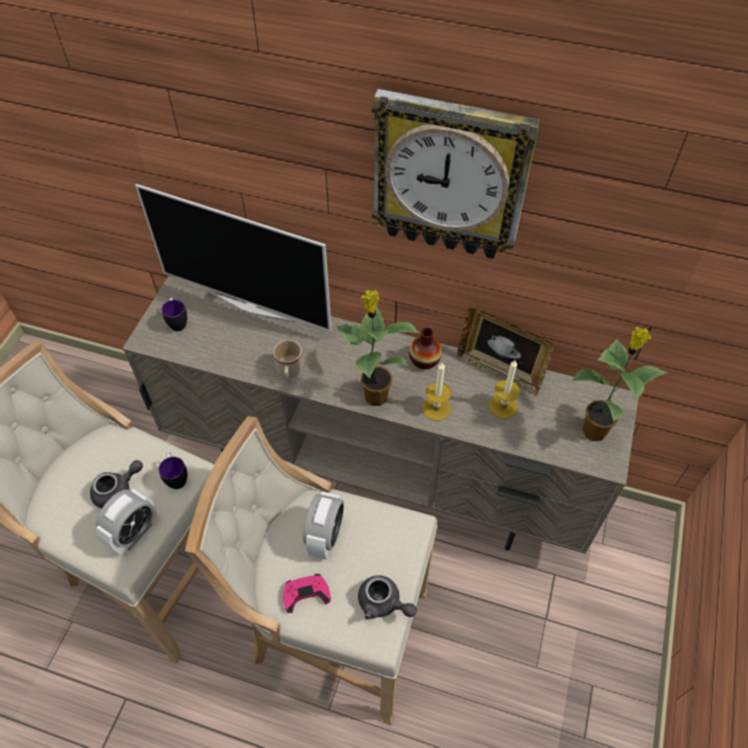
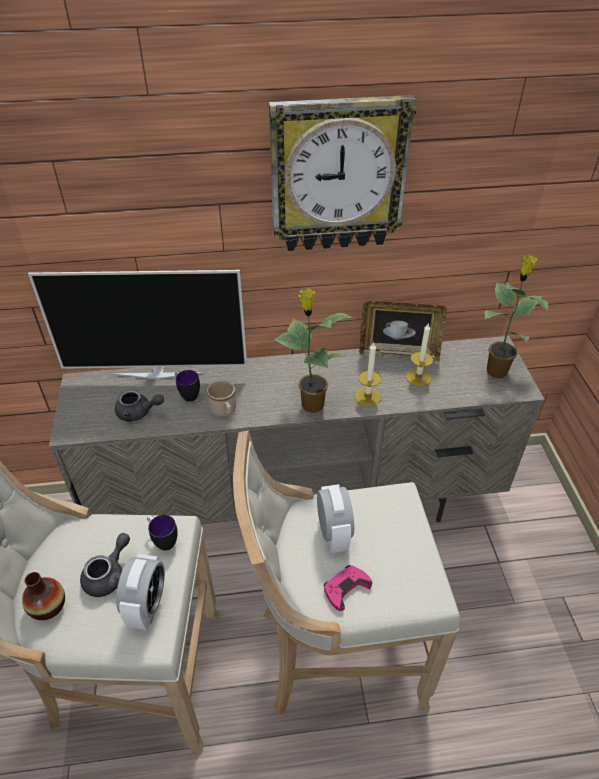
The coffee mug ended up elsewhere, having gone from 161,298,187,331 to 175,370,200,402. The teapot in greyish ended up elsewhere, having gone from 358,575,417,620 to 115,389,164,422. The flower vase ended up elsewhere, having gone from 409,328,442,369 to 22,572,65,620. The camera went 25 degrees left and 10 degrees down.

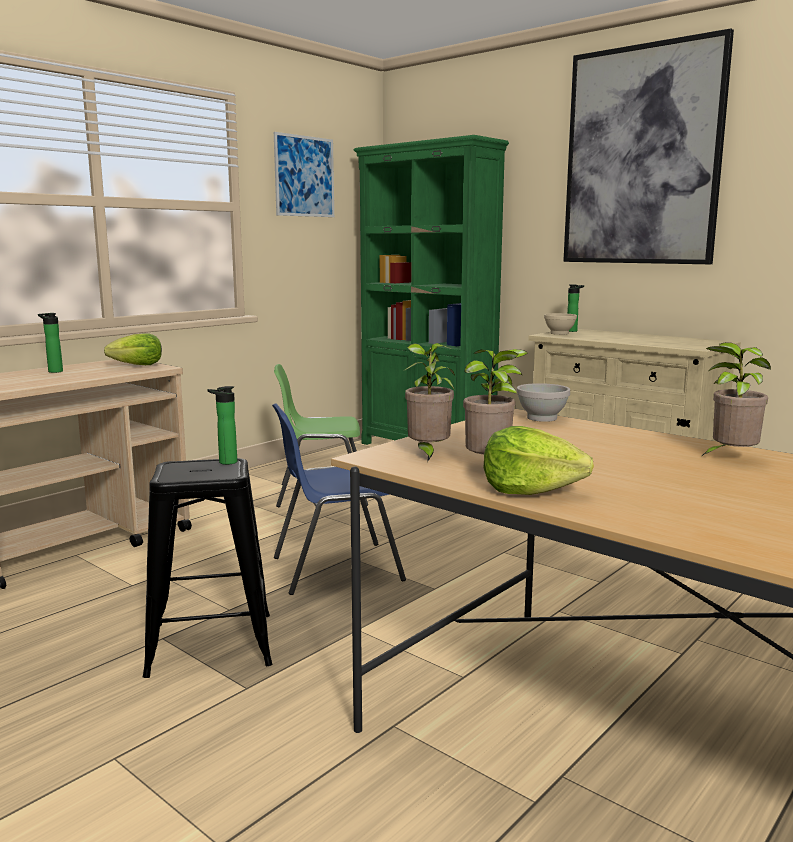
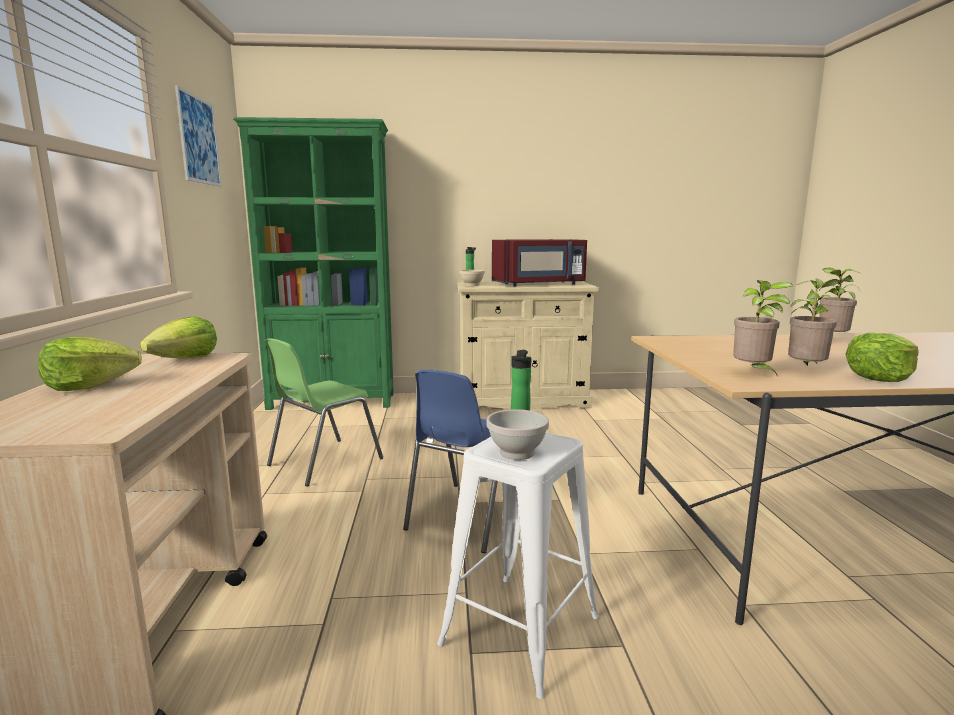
The second view lost the wall picture at 563,28,734,264. The second view gained the microwave in reddish at 492,239,587,286. The deep dish in whitish ended up elsewhere, having gone from 517,383,570,422 to 487,409,549,460. Where the drink bottle stood at 38,313,63,373, the head of lettuce came to stand at 38,337,142,391. What was the sitting stool in black-coloured at 143,458,272,678 turned into the sitting stool in whitish at 437,433,599,699. The camera went 45 degrees left and 0 degrees up.

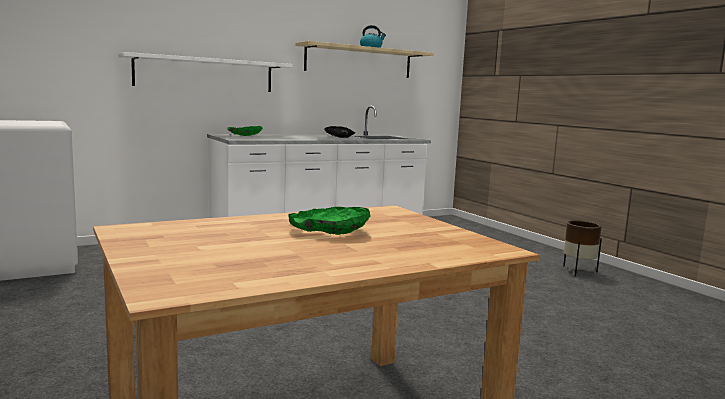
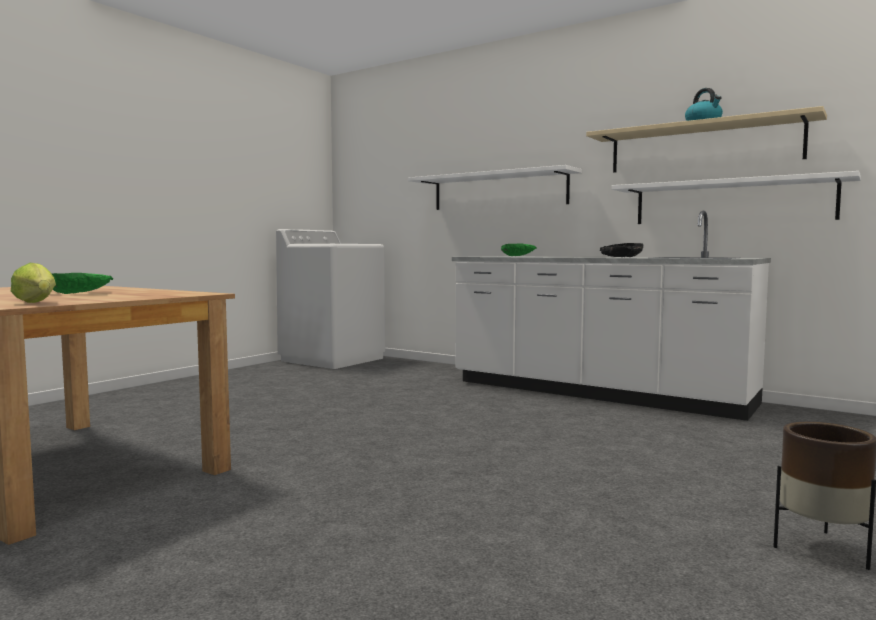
The second view gained the head of lettuce at 11,263,56,303. The second view gained the bracket shelf in whitish at 612,171,861,224. The camera went 65 degrees right and 5 degrees down.

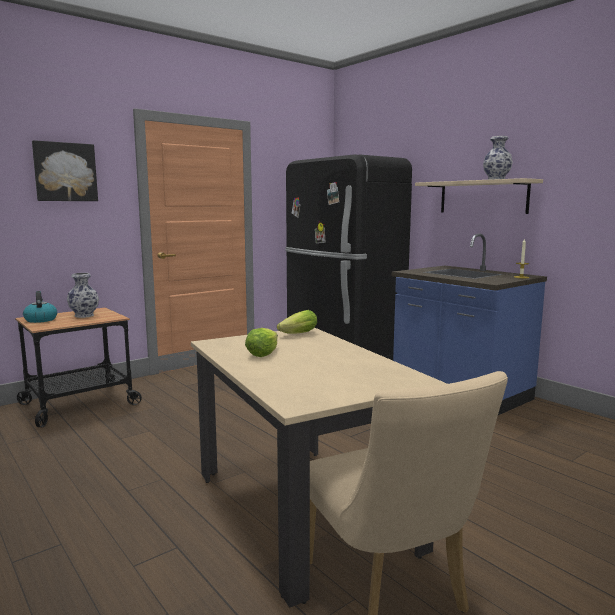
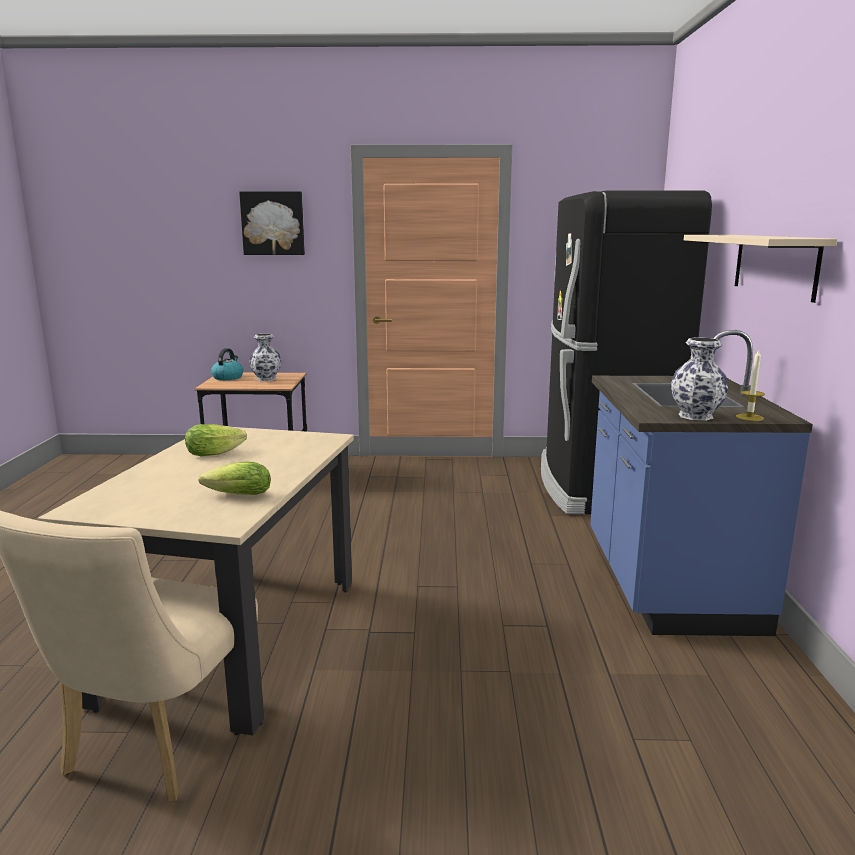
The head of lettuce ended up elsewhere, having gone from 277,310,317,334 to 198,462,271,495. The flower vase ended up elsewhere, having gone from 483,136,513,180 to 671,337,728,421. The camera went 40 degrees right and 5 degrees up.

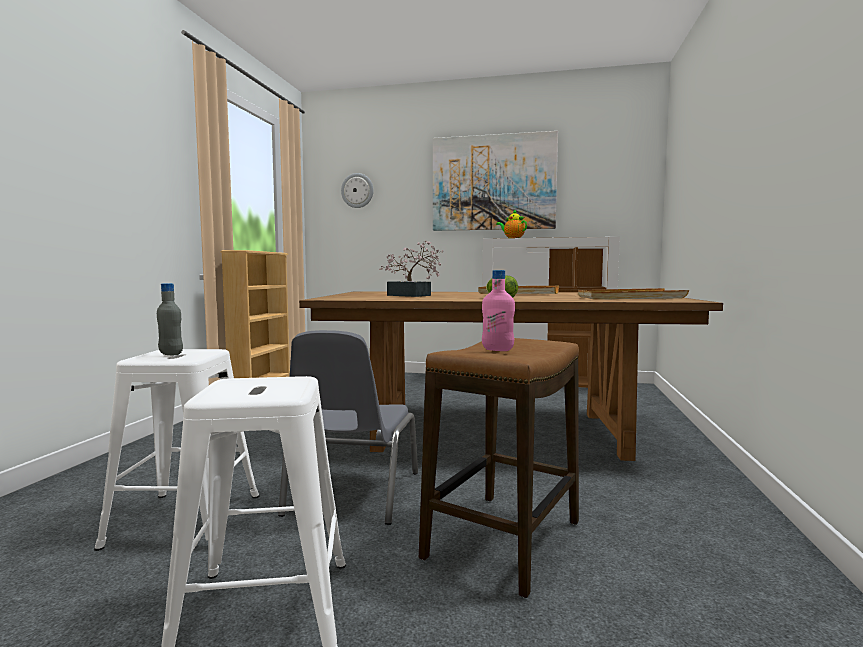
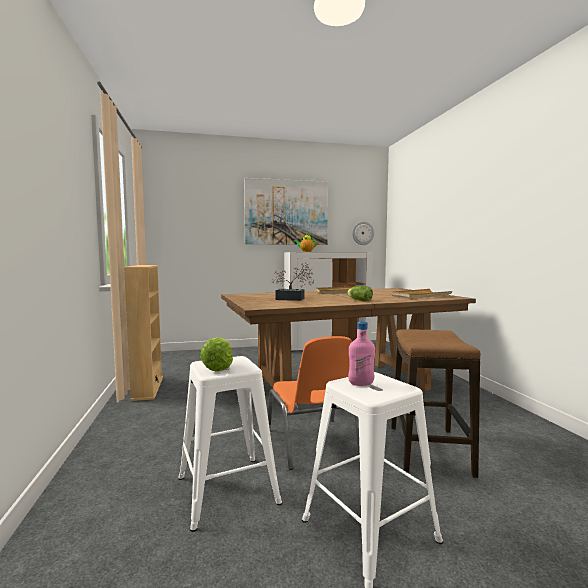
The wall clock ended up elsewhere, having gone from 341,173,373,208 to 352,221,374,245. The drink bottle in pink ended up elsewhere, having gone from 482,270,515,351 to 348,321,375,386. Where the drink bottle in greyish stood at 157,283,183,355, the head of lettuce came to stand at 200,337,233,372. What was the plain chair in greyish at 278,330,418,525 turned into the plain chair in orangey at 268,336,360,470. The camera went 25 degrees left and 0 degrees up.

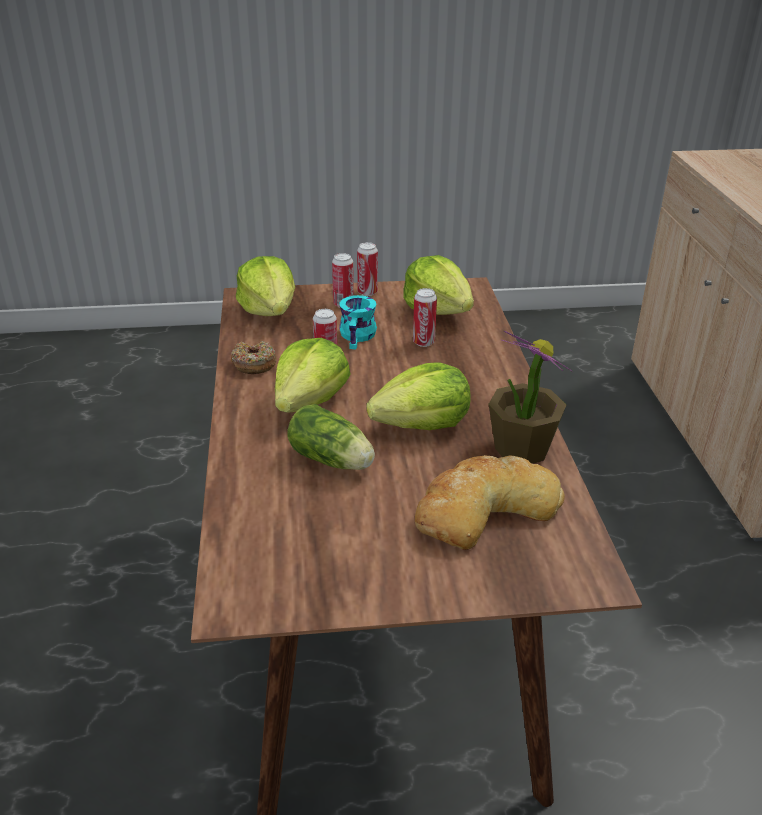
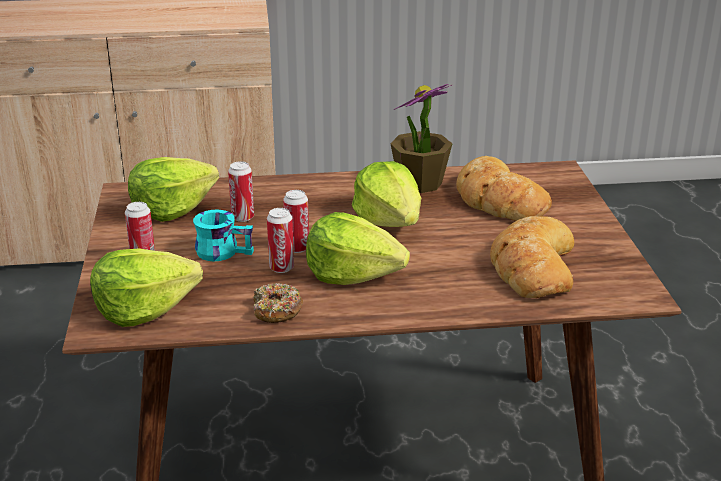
The second view lost the head of lettuce at 287,404,375,470. The second view gained the bakery bread at 490,216,574,298. The can ended up elsewhere, having gone from 357,242,378,296 to 283,190,309,253. The camera went 90 degrees left and 5 degrees down.

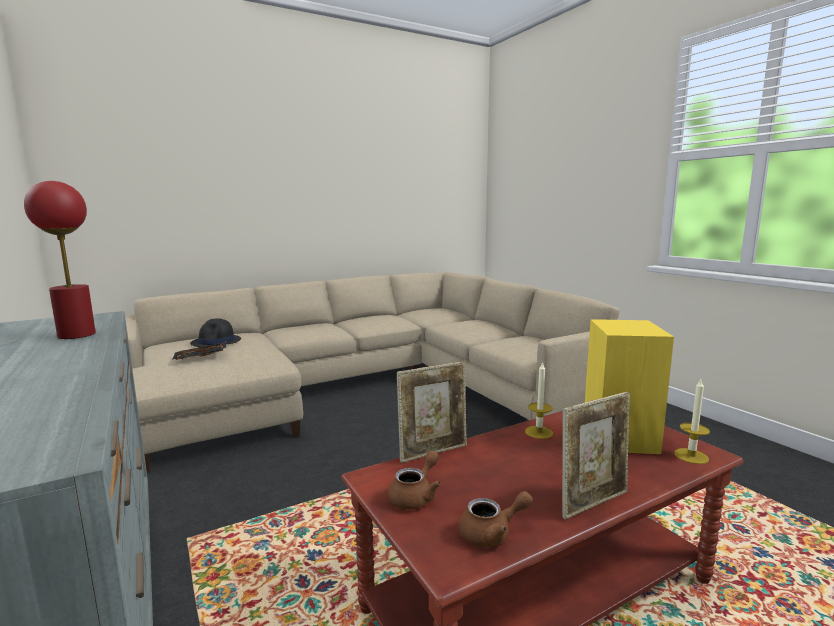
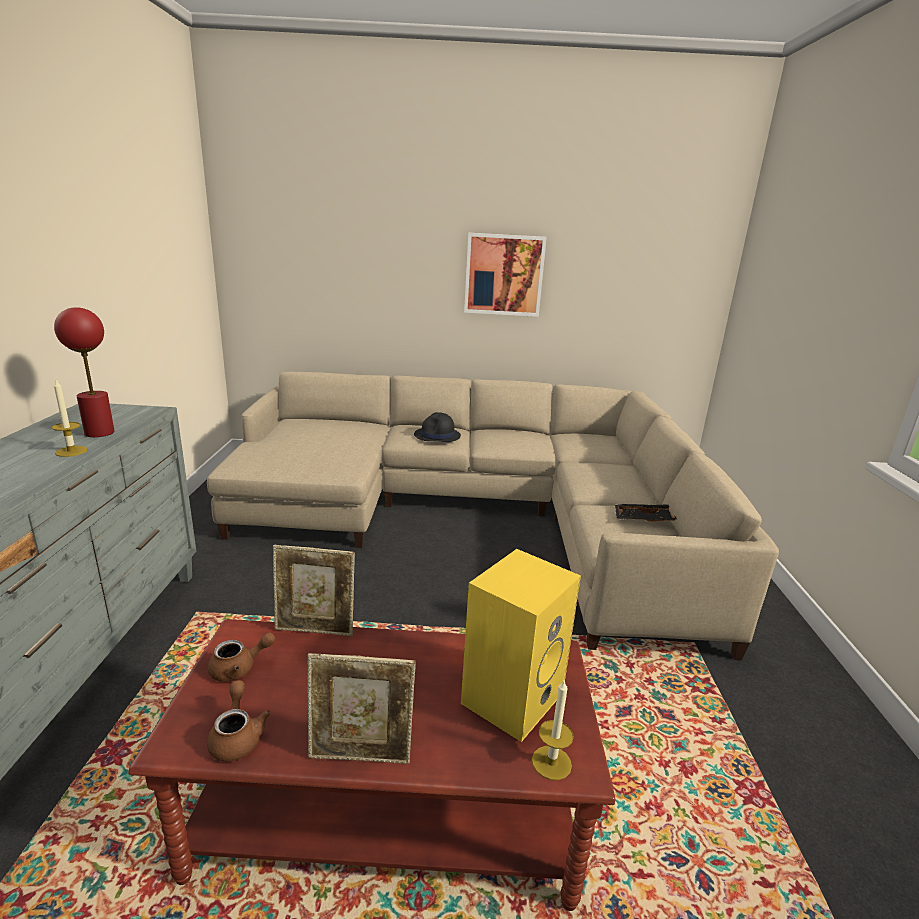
The second view gained the wall picture at 464,232,547,317. The serving tray in black-coloured ended up elsewhere, having gone from 173,341,226,360 to 615,504,678,522. The hat in black-coloured ended up elsewhere, having gone from 190,319,241,347 to 414,412,461,442. The wax light ended up elsewhere, having gone from 525,361,553,439 to 52,380,88,457. The teapot in brown-coloured at 459,491,533,547 ended up facing another way, 120 degrees counterclockwise from before. The camera went 30 degrees right and 10 degrees up.

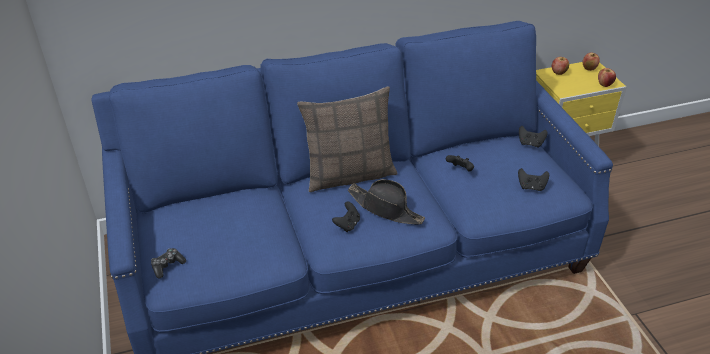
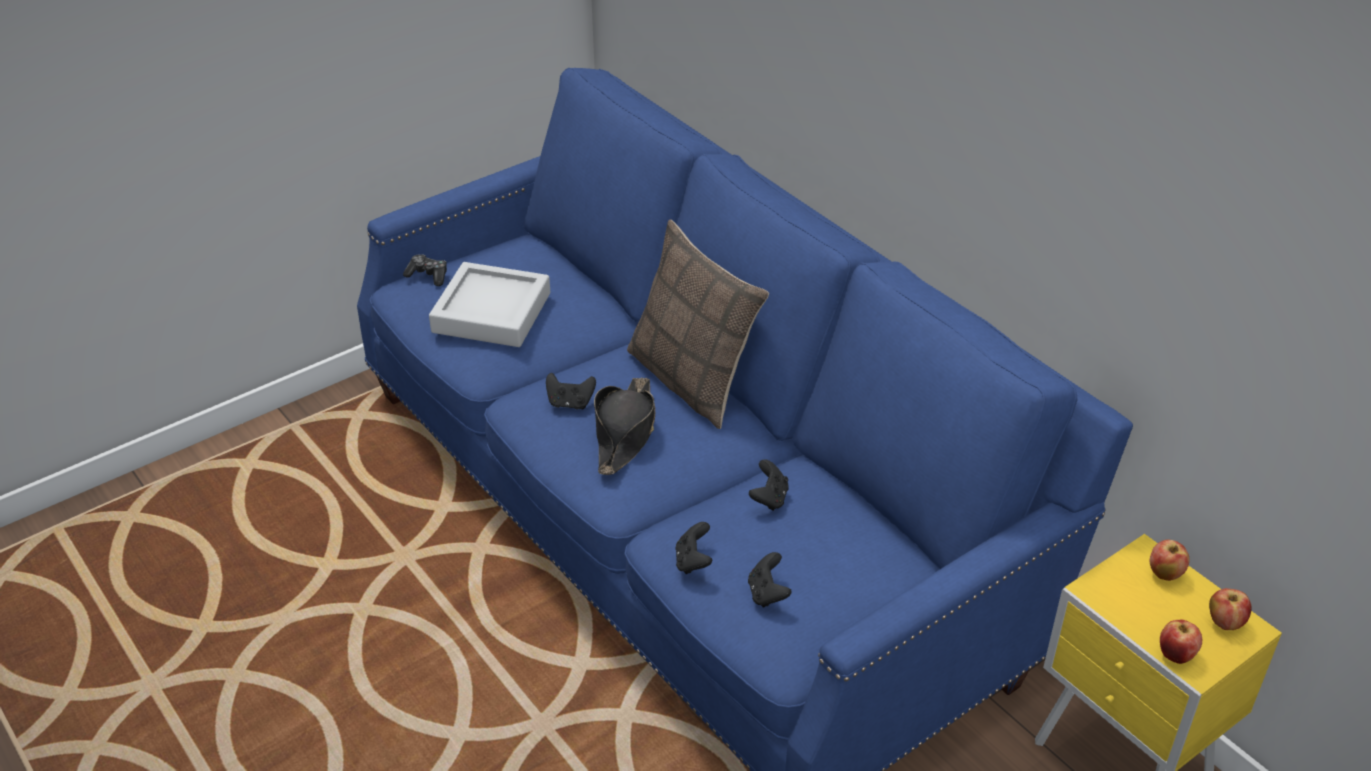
The second view gained the serving tray in greyish at 429,262,550,347. The game controller in black-coloured ended up elsewhere, having gone from 519,126,548,148 to 675,522,712,574. The camera went 70 degrees right and 0 degrees up.

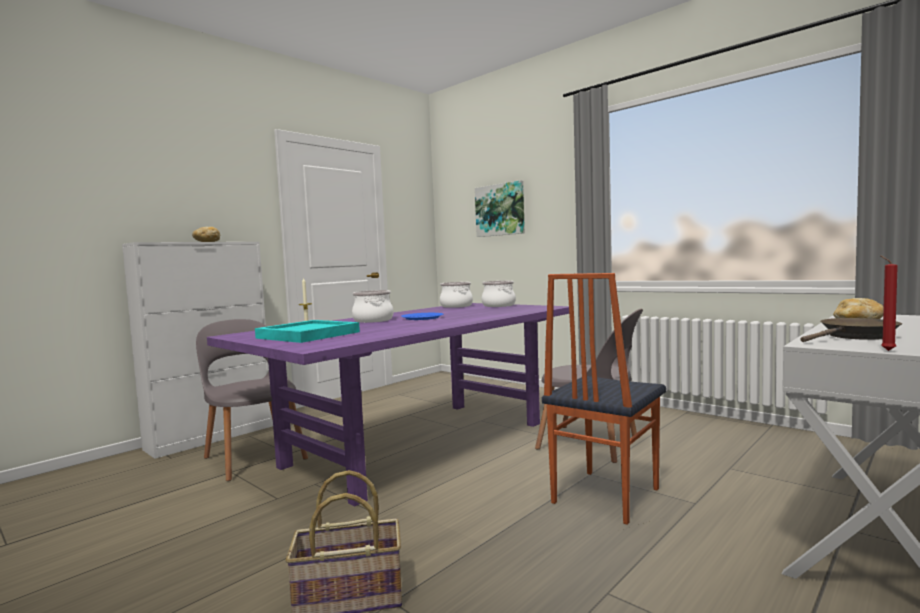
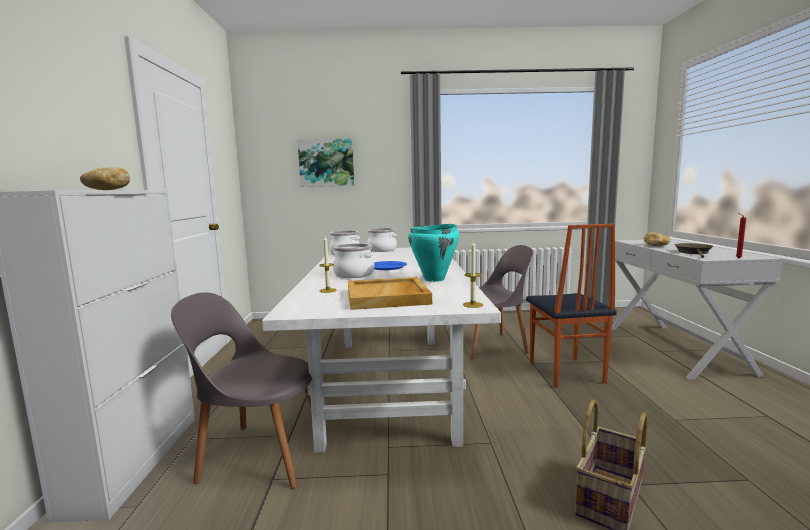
The second view gained the cooking pot in turquoise at 408,224,459,282. The second view gained the wax light at 463,241,483,308. What was the kitchen table in purple at 207,303,569,507 turned into the kitchen table in whitish at 262,248,501,453. What was the serving tray in turquoise at 255,320,360,343 turned into the serving tray in beige at 348,277,432,310. The camera went 45 degrees left and 5 degrees up.

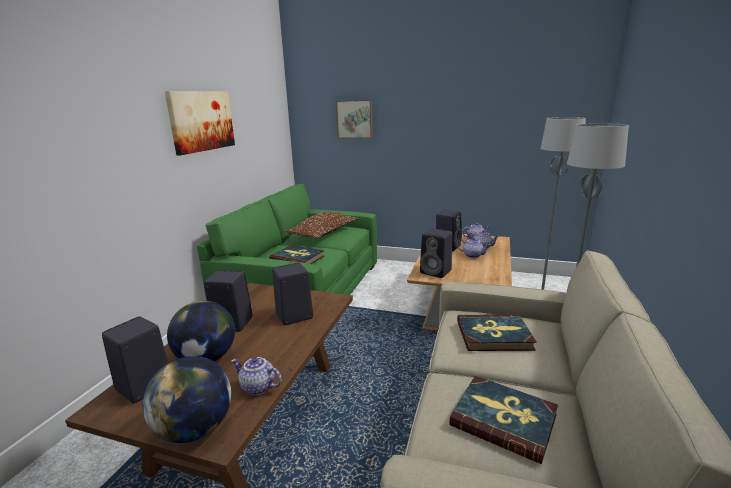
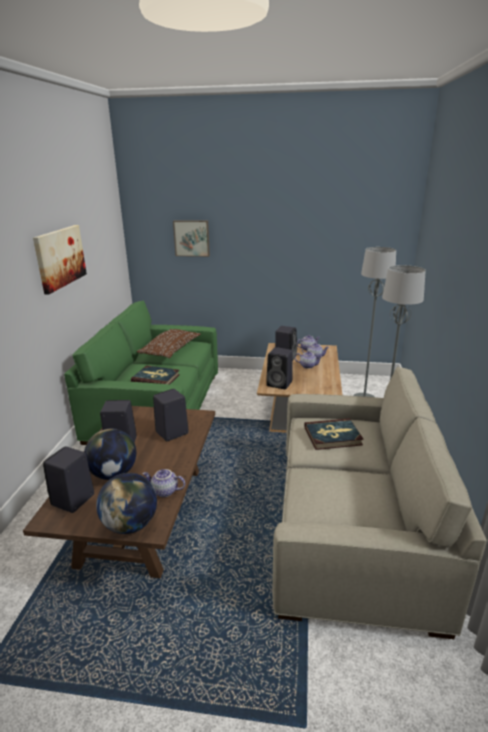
The second view lost the volume at 449,376,558,464. The camera went 10 degrees left and 5 degrees up.

